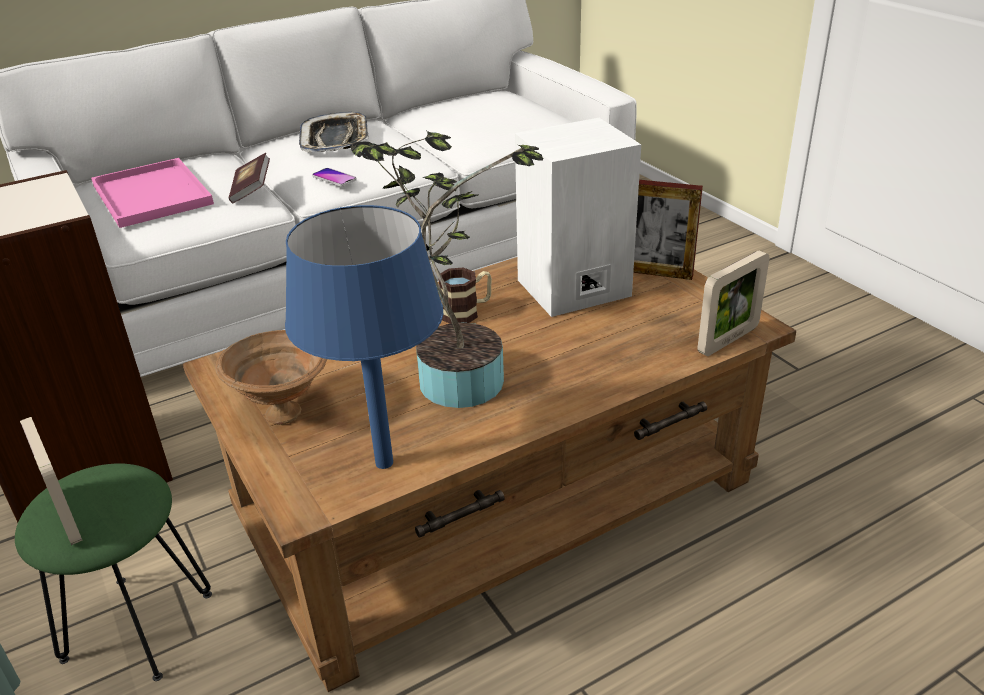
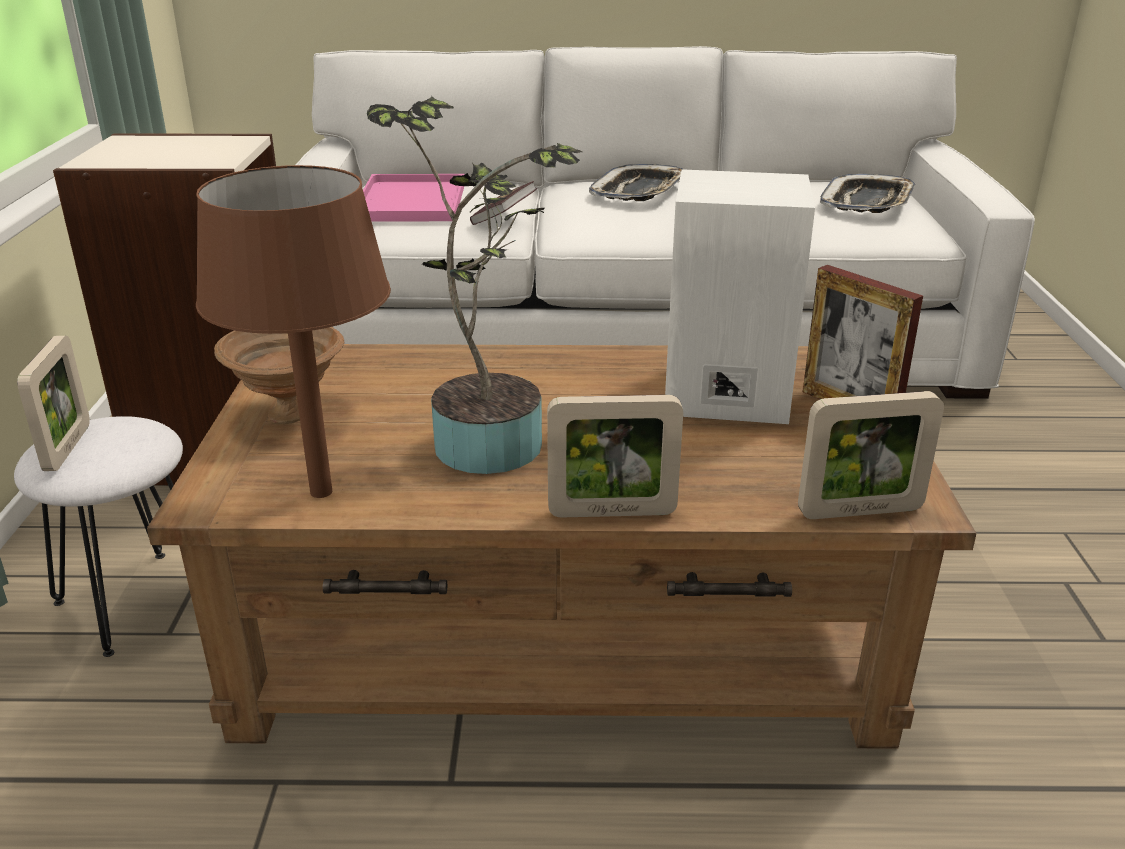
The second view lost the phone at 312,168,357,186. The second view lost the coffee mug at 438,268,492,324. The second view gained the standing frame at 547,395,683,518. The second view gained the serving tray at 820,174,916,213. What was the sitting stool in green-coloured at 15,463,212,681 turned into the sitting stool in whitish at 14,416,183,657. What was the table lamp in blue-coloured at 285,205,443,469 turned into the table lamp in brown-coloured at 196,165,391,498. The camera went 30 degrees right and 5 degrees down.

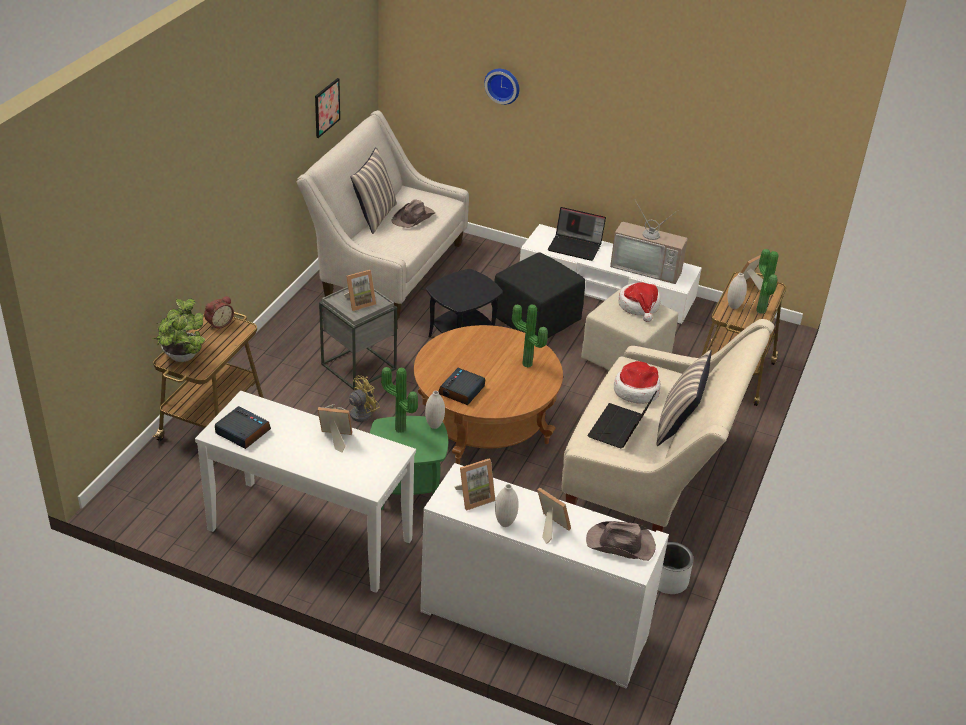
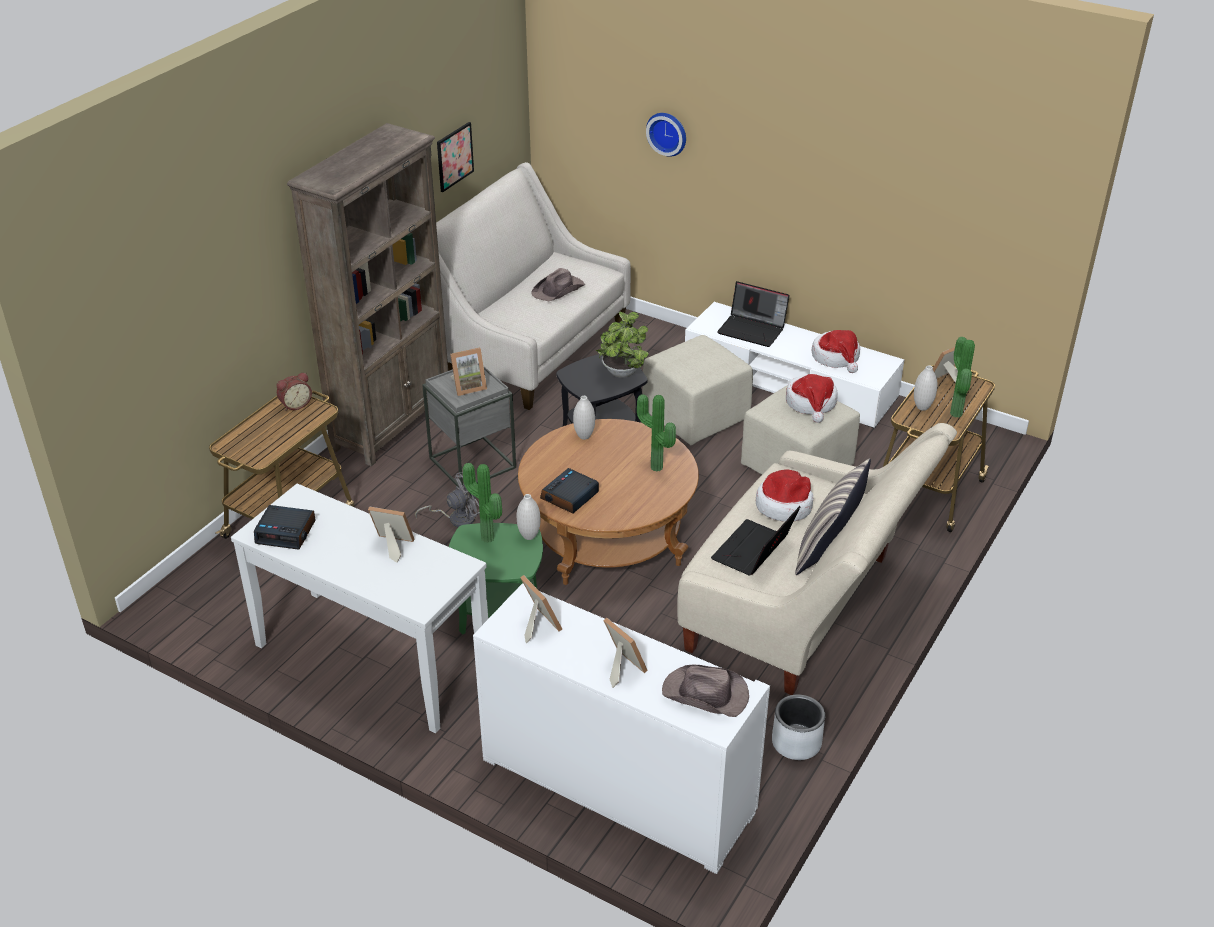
The second view lost the cushion at 351,147,397,234. The second view gained the bookshelf in brown-coloured at 287,123,448,466. The plant in a pot ended up elsewhere, having gone from 153,299,205,362 to 596,311,649,378. The flower vase in whitish ended up elsewhere, having gone from 495,484,519,527 to 573,396,595,440. Where the TV stood at 610,199,688,284, the hat came to stand at 812,330,860,373. What was the cooling fan in yellow at 325,375,380,422 turned into the cooling fan in greyish at 415,472,480,528. What was the footrest in black-coloured at 494,252,585,339 turned into the footrest in beige at 642,335,753,445. The bedside clock at 215,406,271,449 ended up facing another way, 150 degrees clockwise from before. The standing frame at 454,459,495,510 ended up facing another way, 105 degrees counterclockwise from before. The camera went 10 degrees right and 0 degrees up.

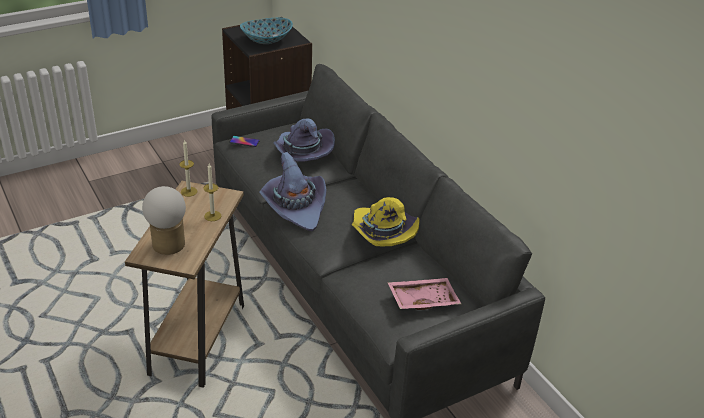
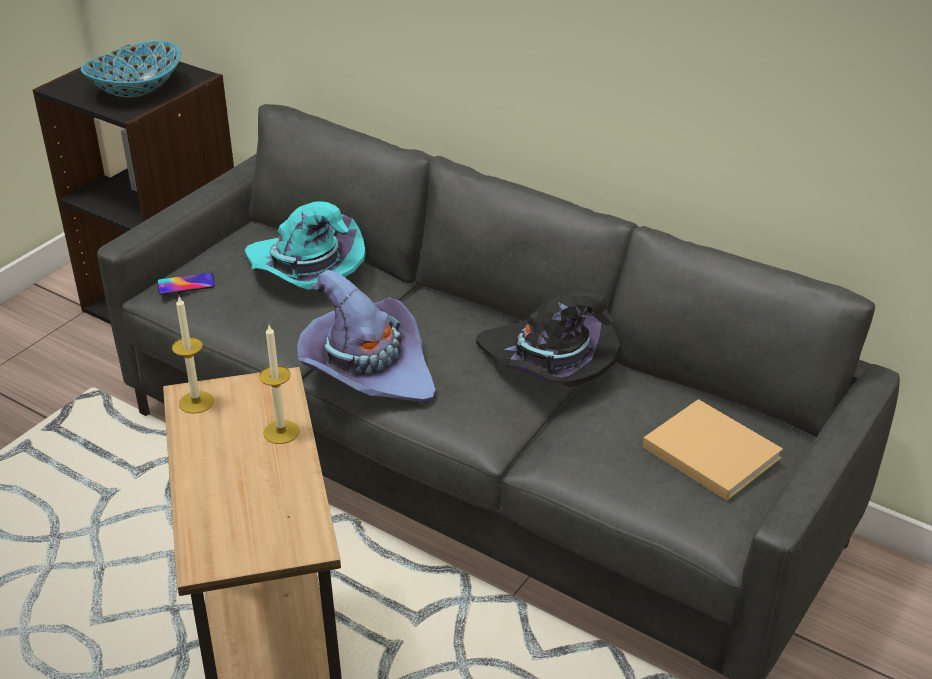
The second view lost the table lamp at 142,186,186,255. Where the serving tray in pink stood at 387,278,461,310, the volume in beige came to stand at 643,399,783,501. What was the hat in purple at 273,118,335,161 turned into the hat in turquoise at 245,201,365,290. What was the hat in yellow at 352,197,420,246 turned into the hat in black-coloured at 476,289,620,387. The camera went 25 degrees left and 0 degrees up.

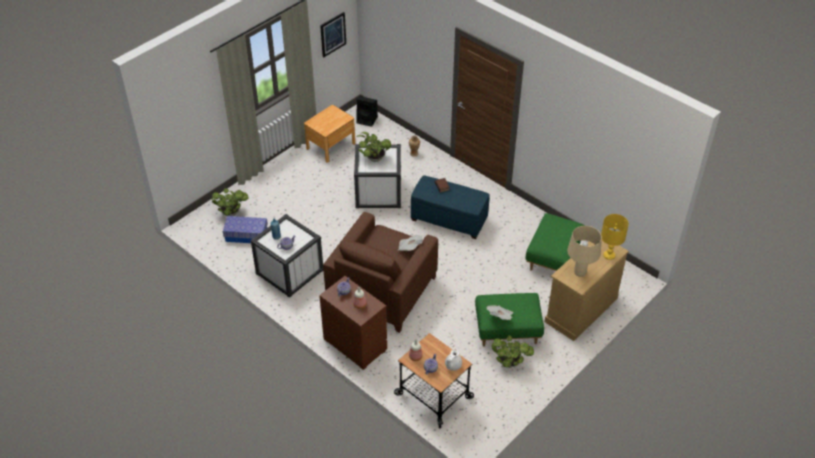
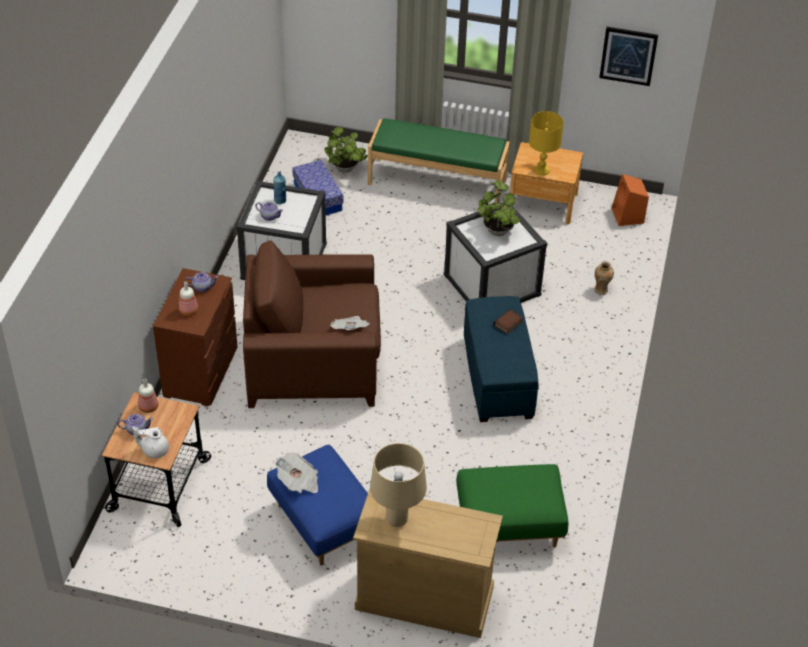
The second view lost the plant in a pot at 492,335,534,368. The second view gained the long seat in green-coloured at 368,118,510,203. The table lamp in yellow ended up elsewhere, having gone from 601,214,629,260 to 529,111,564,176. What was the audio speaker in black-coloured at 356,97,378,127 turned into the audio speaker in orangey at 611,174,649,226. What was the footrest in green-coloured at 475,293,544,346 turned into the footrest in blue-coloured at 267,445,368,566. The camera went 60 degrees right and 0 degrees up.

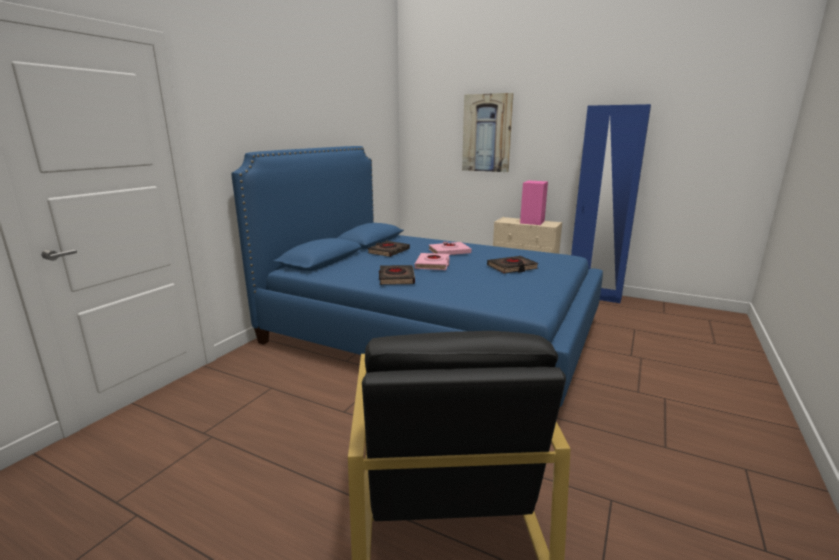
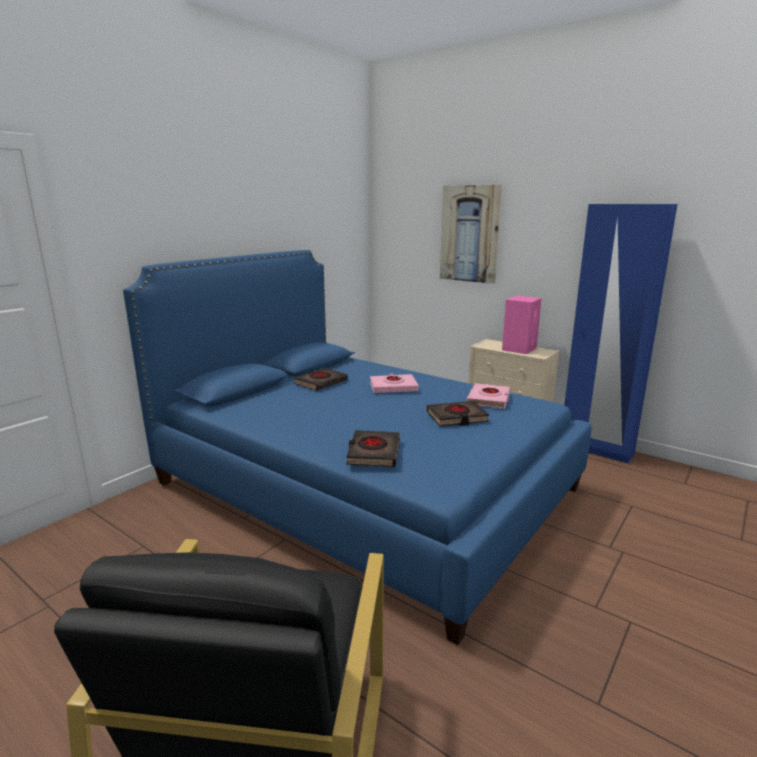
The volume in black-coloured ended up elsewhere, having gone from 379,265,415,285 to 346,430,400,467. The volume in pink ended up elsewhere, having gone from 414,253,450,270 to 466,383,510,409. The camera went 10 degrees right and 0 degrees up.

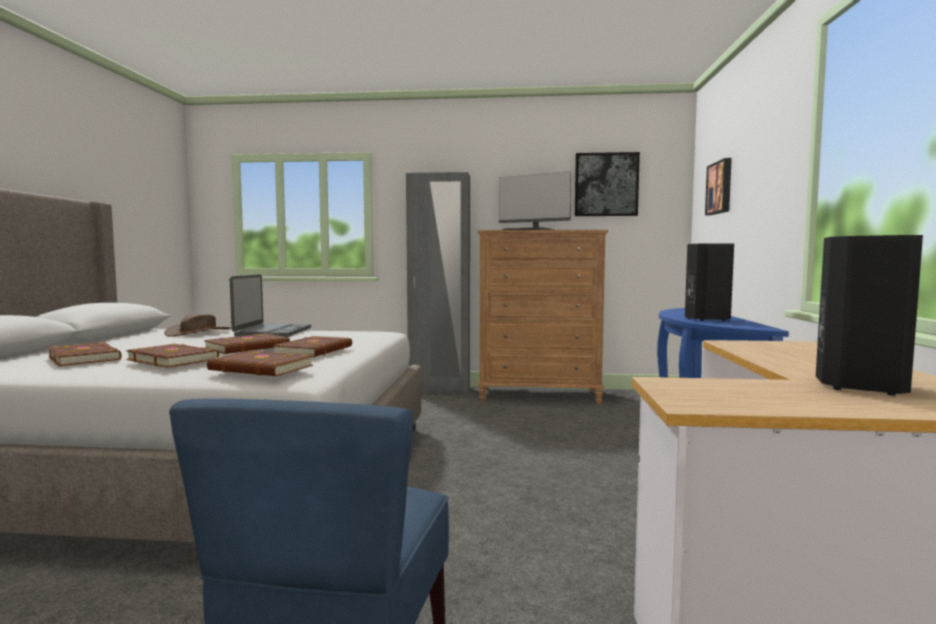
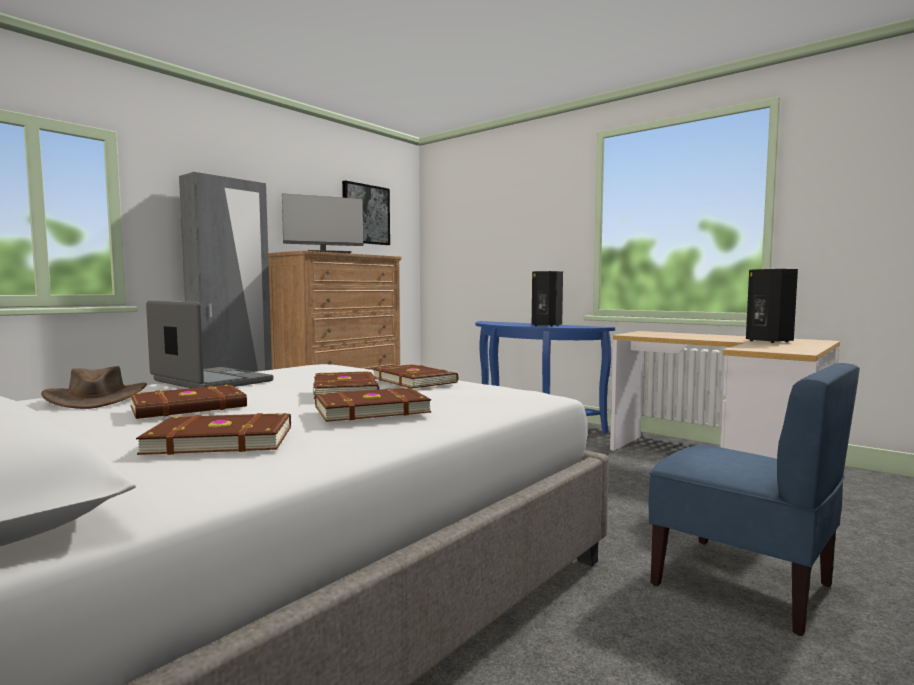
The second view lost the wall picture at 705,158,732,215. The volume in brown-coloured ended up elsewhere, having gone from 207,350,313,376 to 130,385,247,419. The camera went 55 degrees left and 0 degrees up.

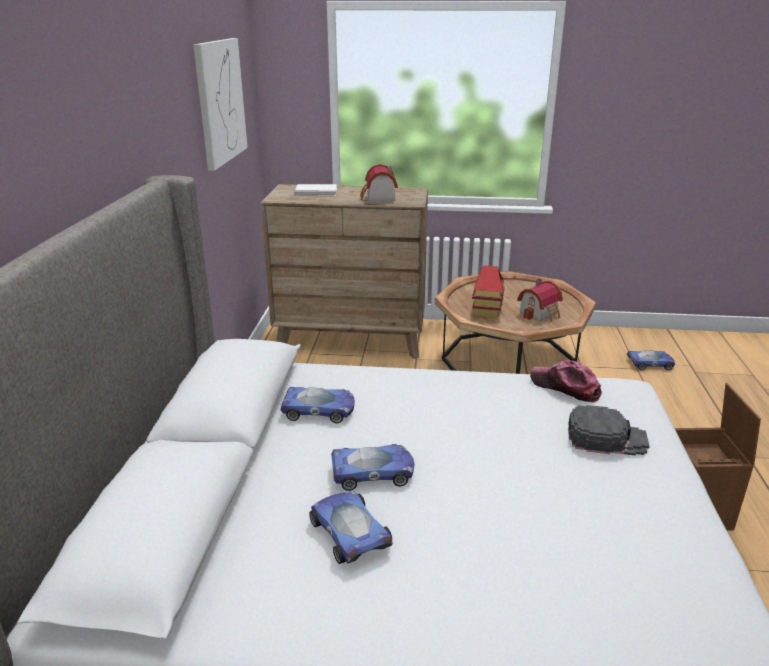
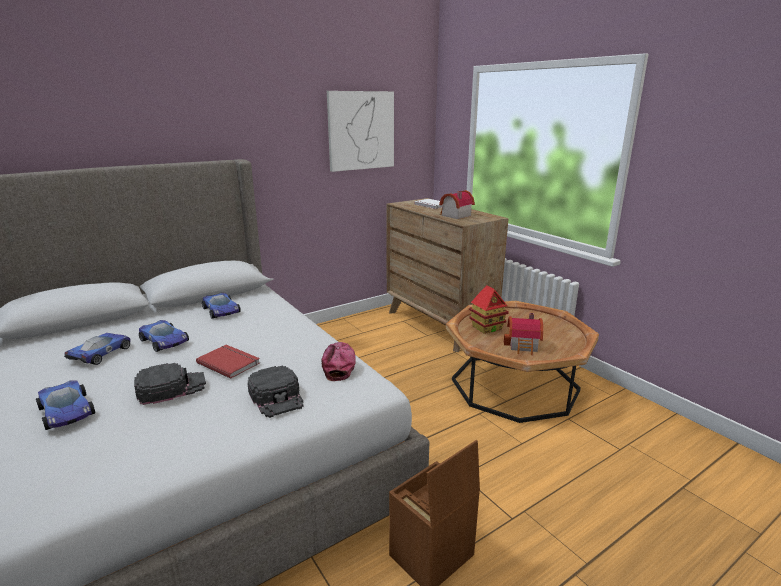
The second view gained the peaked cap in black-coloured at 134,363,206,405. The second view gained the volume in reddish at 196,345,260,379. The miniature car ended up elsewhere, having gone from 627,350,675,370 to 36,380,95,430. The camera went 50 degrees right and 5 degrees down.

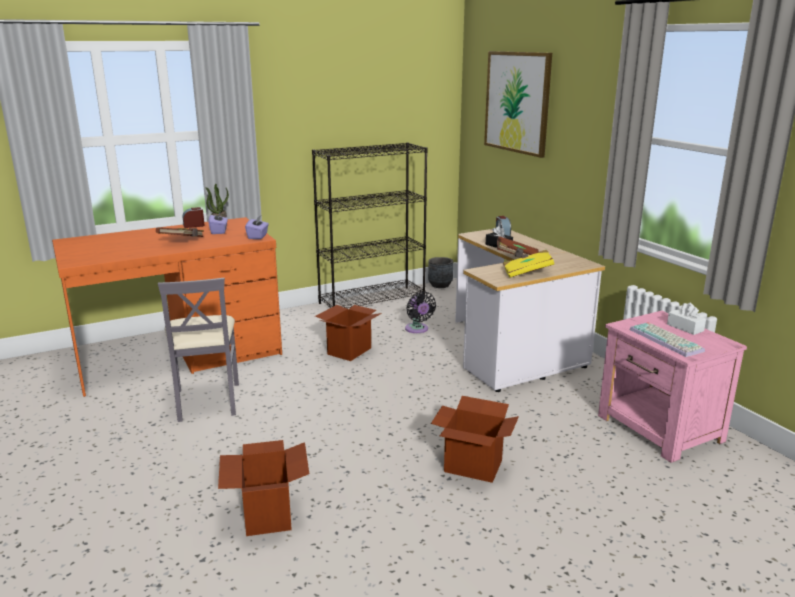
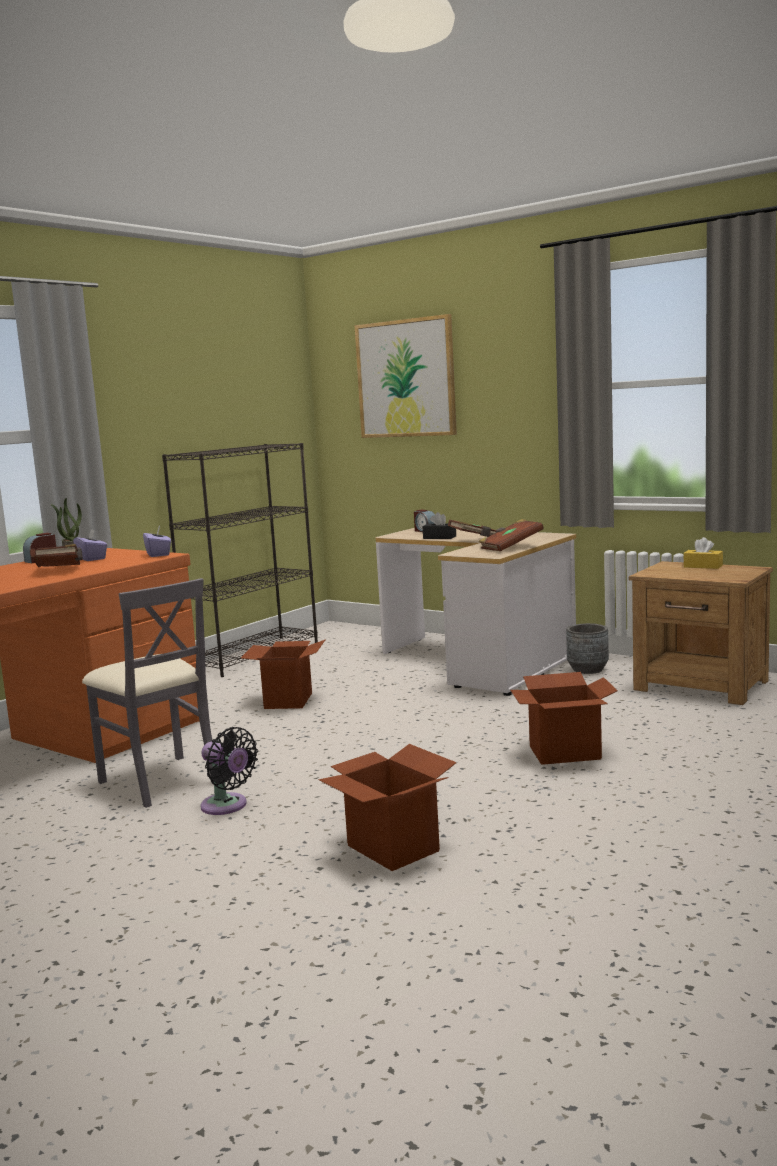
The second view lost the computer keyboard at 630,322,705,357. The cooling fan in black-coloured ended up elsewhere, having gone from 405,291,436,333 to 200,727,258,815. The flower pot in greyish ended up elsewhere, having gone from 428,257,453,288 to 566,623,609,674. What was the volume in yellow at 503,250,554,278 turned into the volume in brown-coloured at 479,519,544,551. What was the nightstand in pink at 598,311,747,463 turned into the nightstand in brown-coloured at 629,561,773,705. What was the tissue box in whitish at 667,303,706,335 turned into the tissue box in yellow at 684,537,723,569. The camera went 25 degrees left and 10 degrees down.

